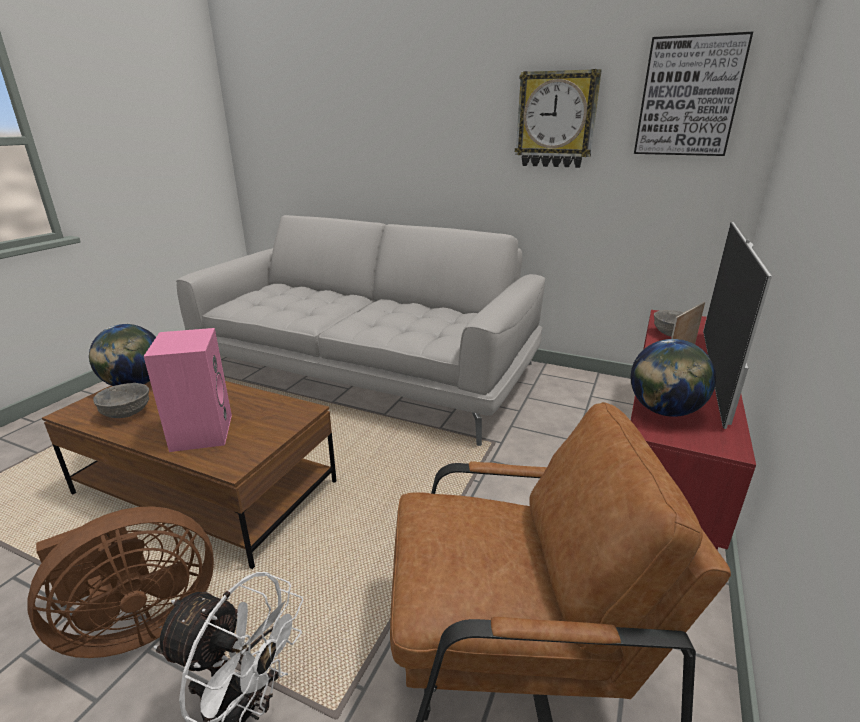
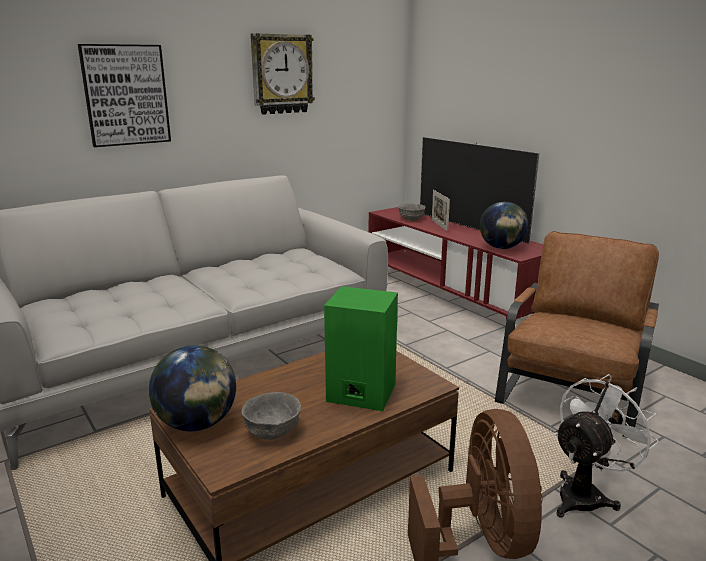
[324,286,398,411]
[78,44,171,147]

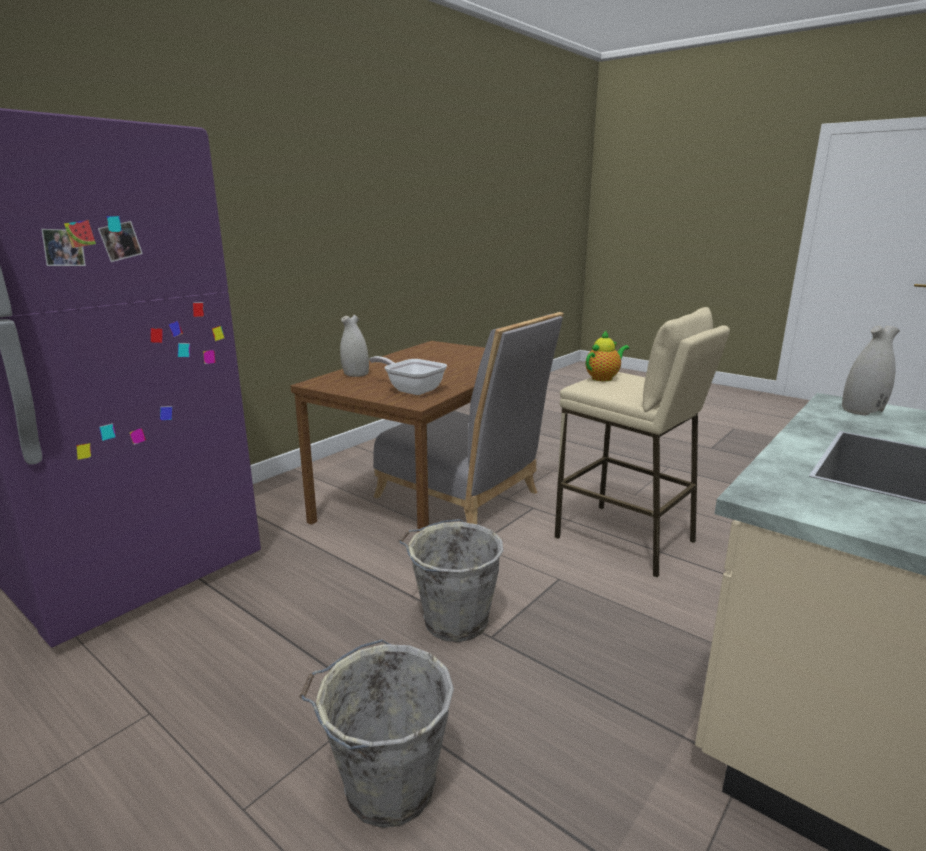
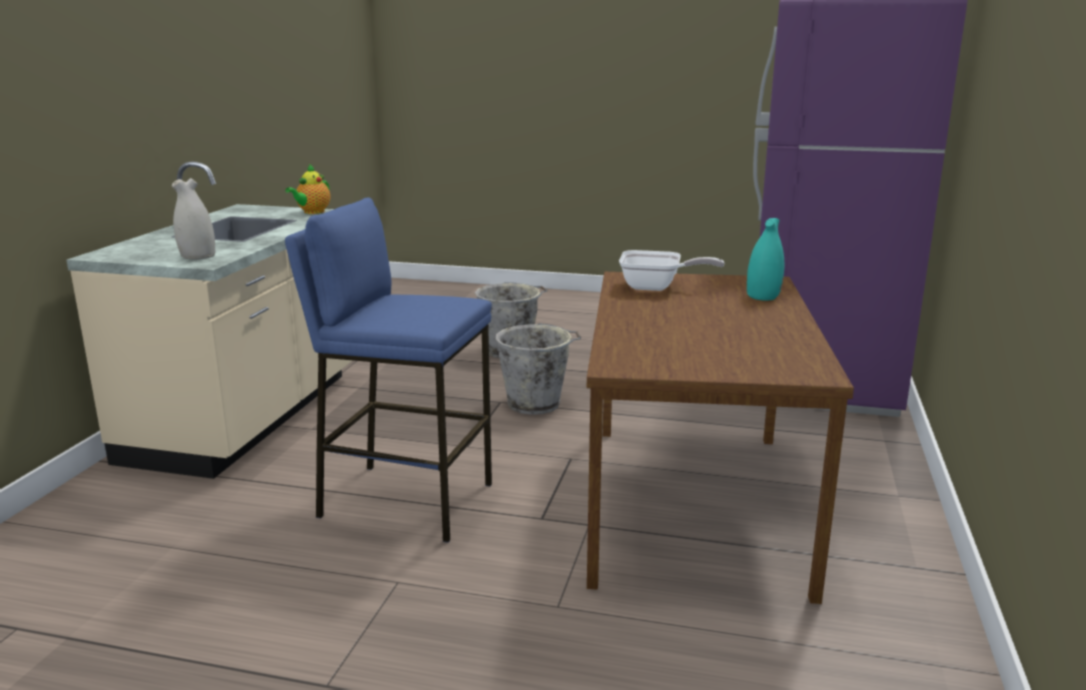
[747,218,784,301]
[373,312,564,524] (first image)
[285,197,492,543]
[285,164,330,214]

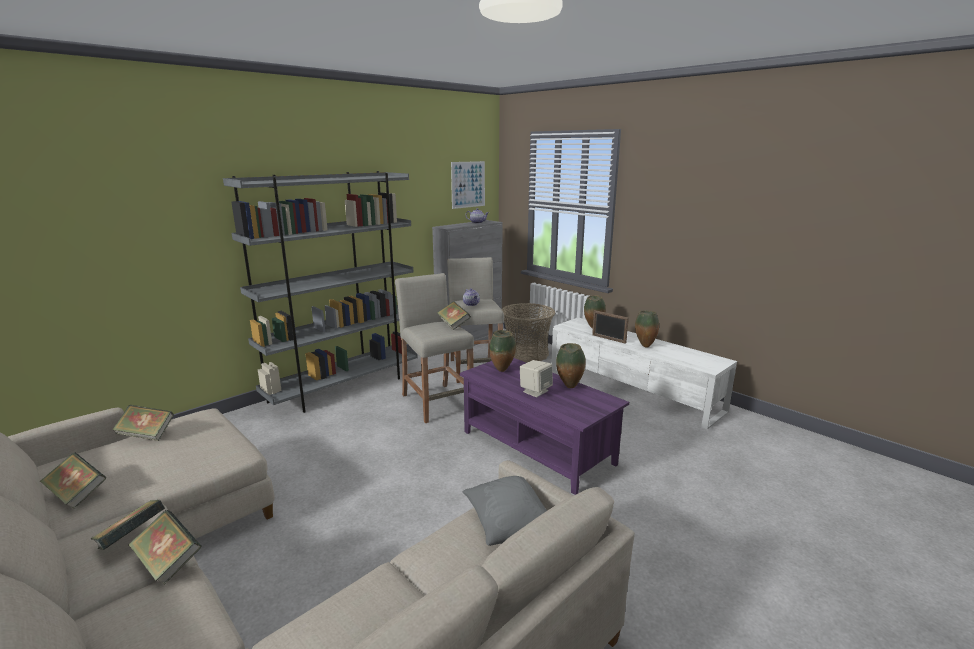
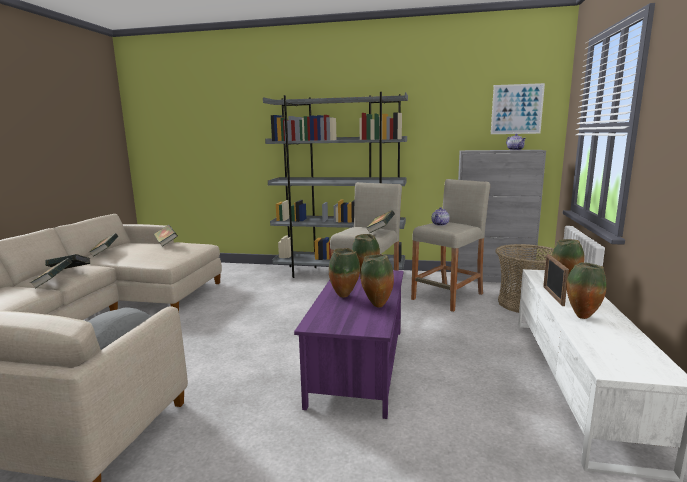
[329,248,360,298]

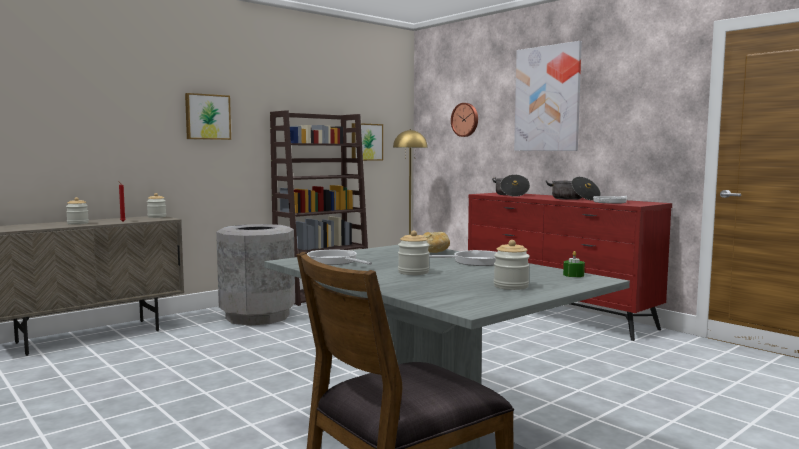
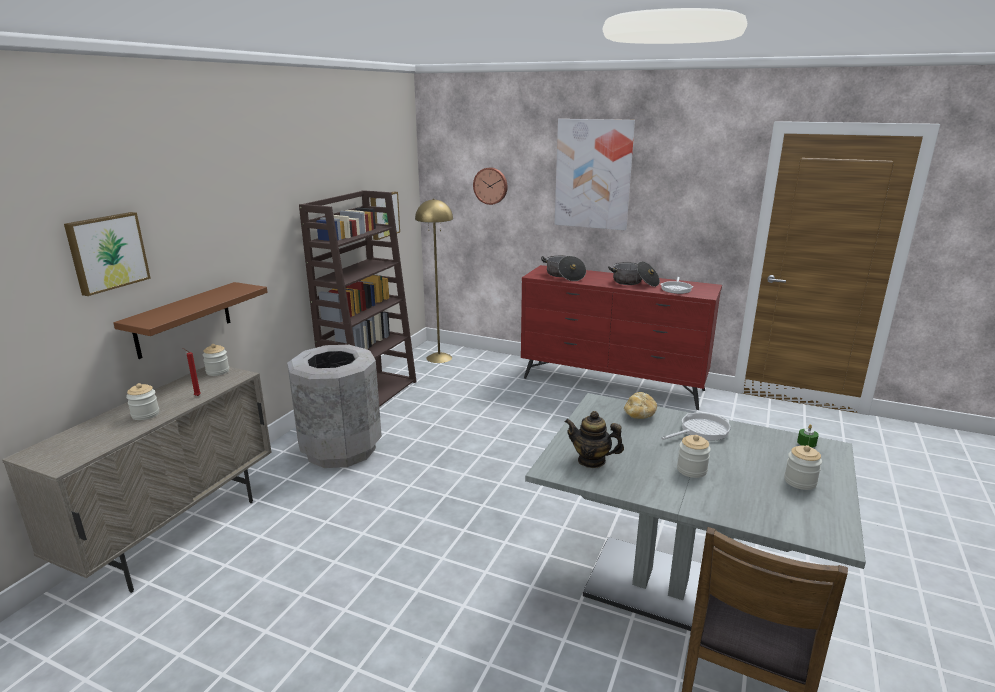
[64,212,151,296]
[565,411,624,468]
[113,282,268,359]

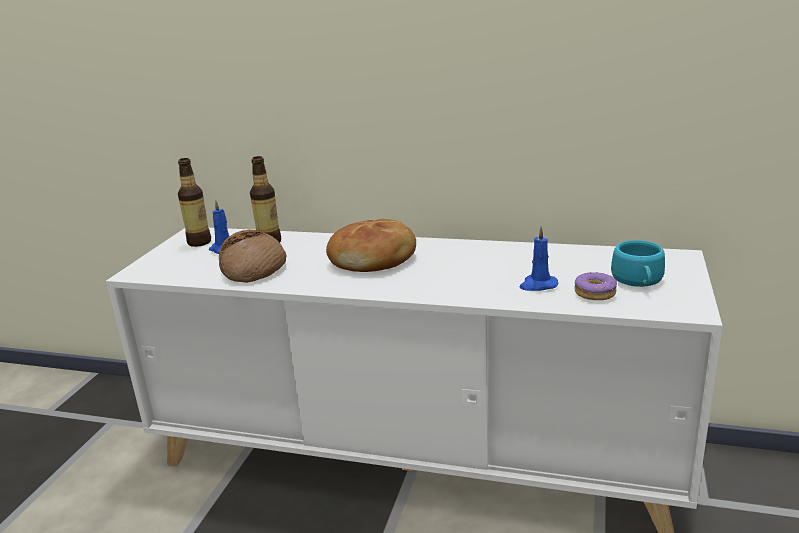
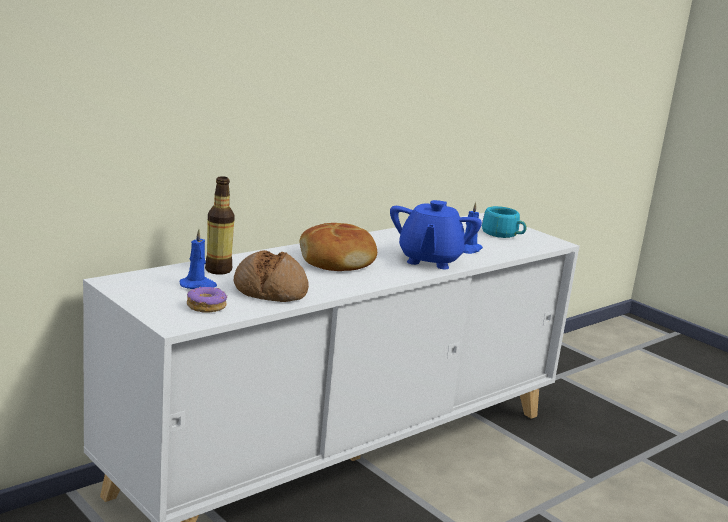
[178,158,211,247] (first image)
[187,286,227,312]
[390,200,482,269]

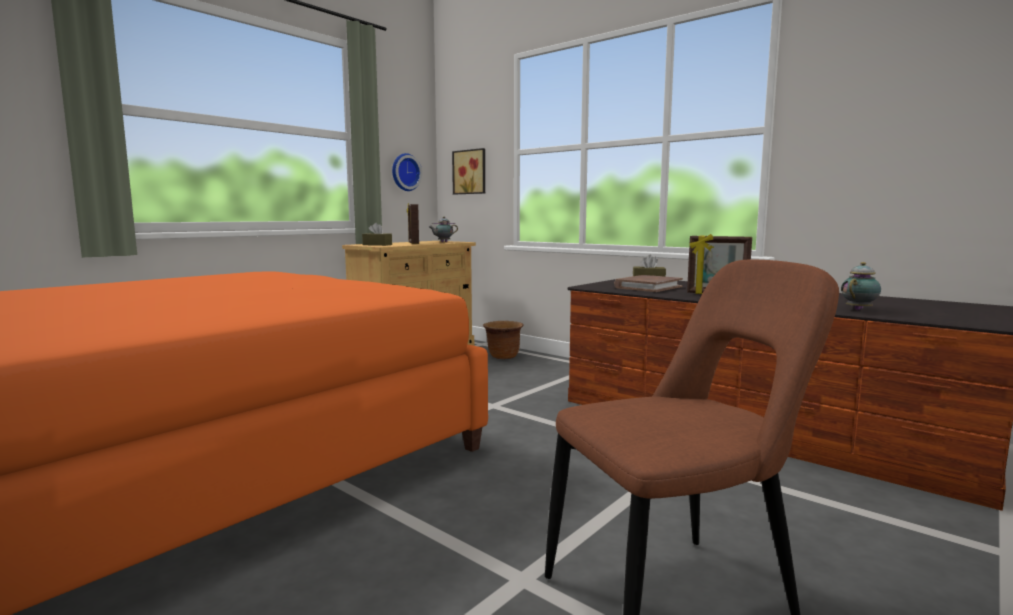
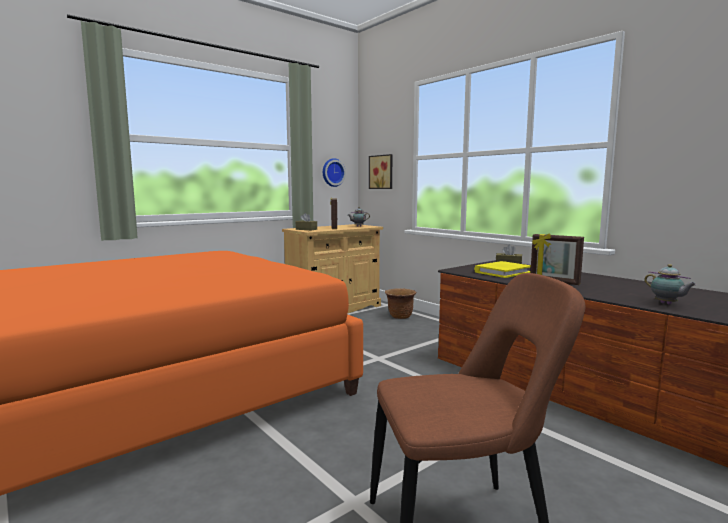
[474,261,531,278]
[644,264,697,305]

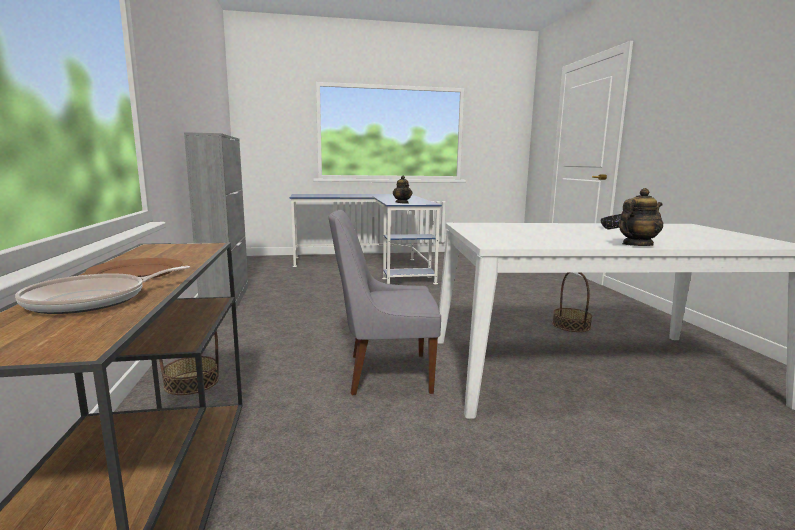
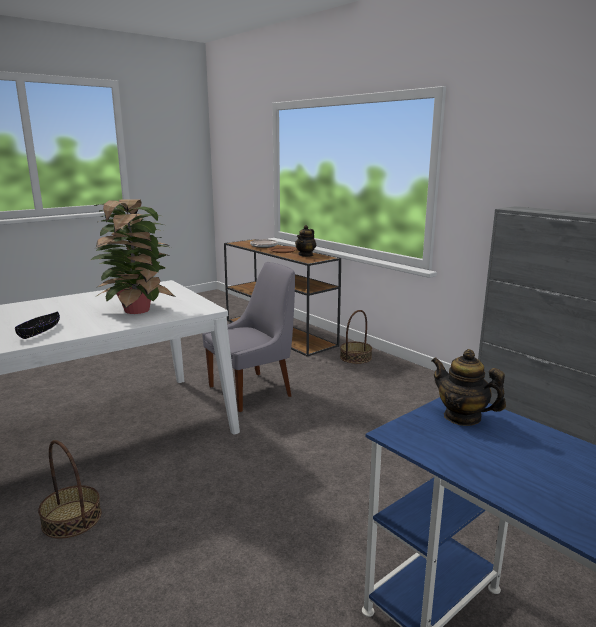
[295,225,316,257]
[91,200,175,314]

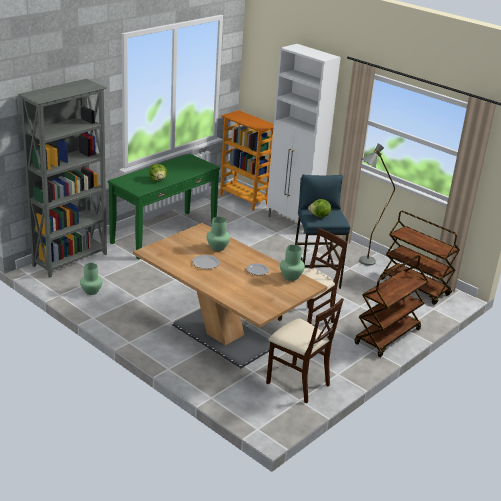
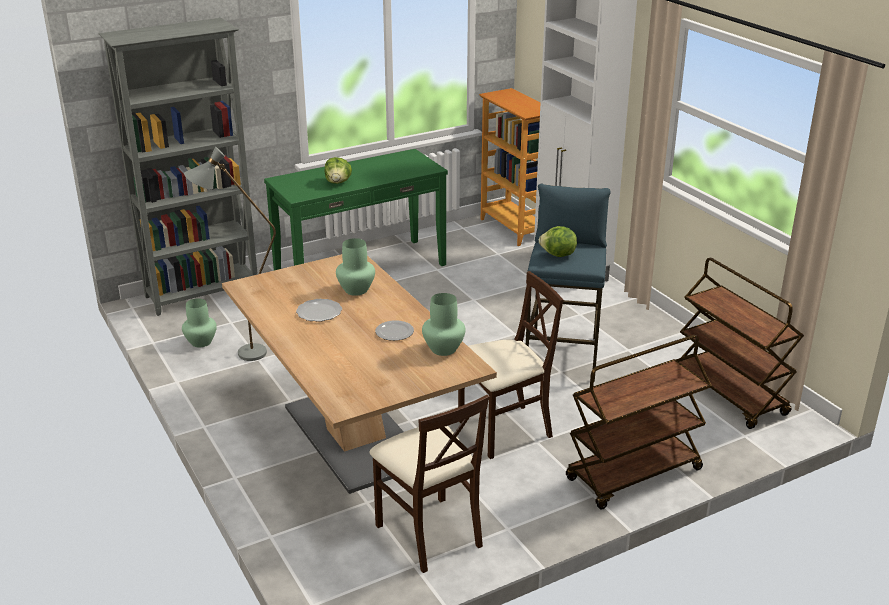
[184,147,276,361]

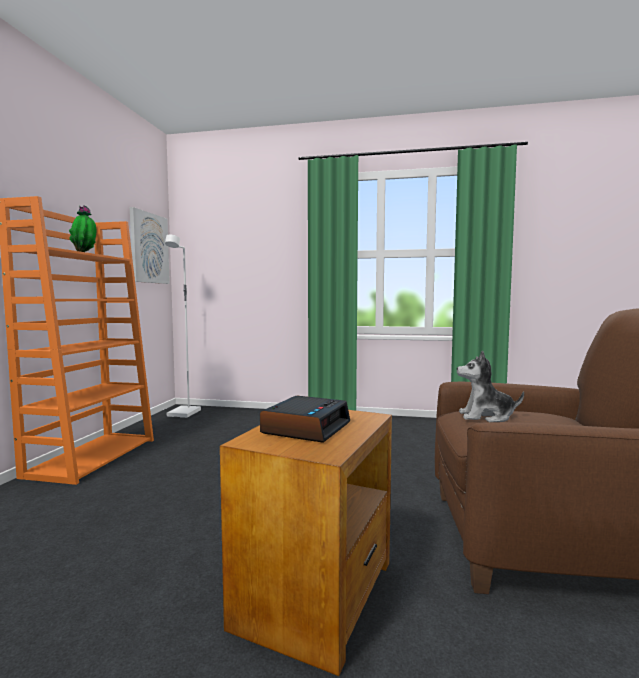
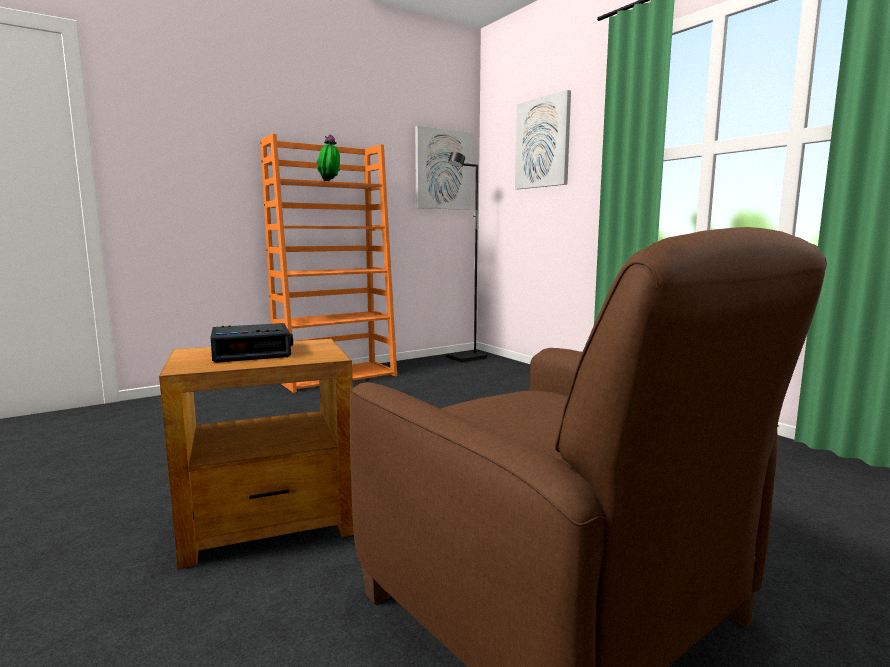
[447,152,487,363]
[457,351,524,422] (first image)
[515,90,571,189]

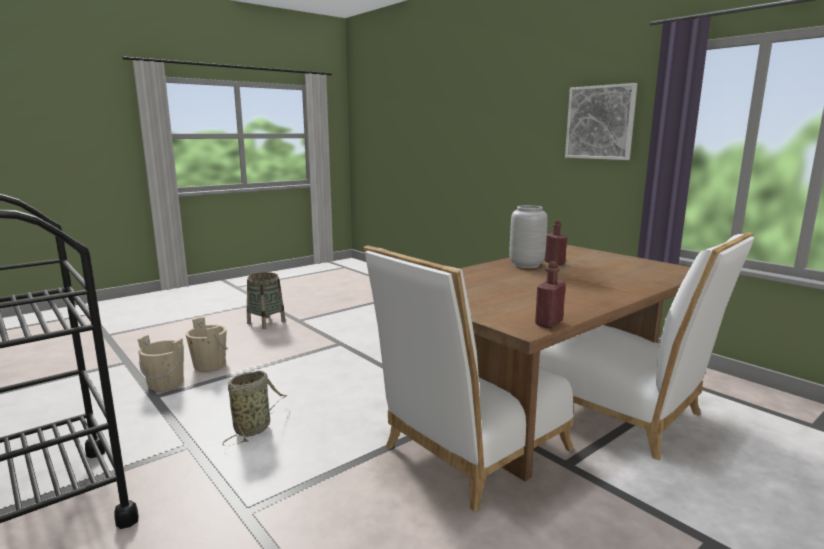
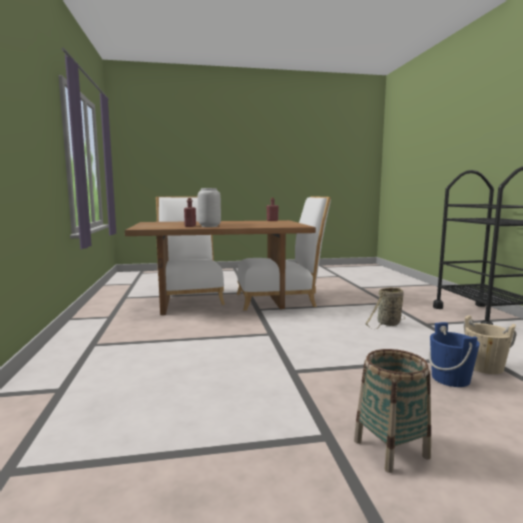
[429,322,480,387]
[565,83,637,160] (first image)

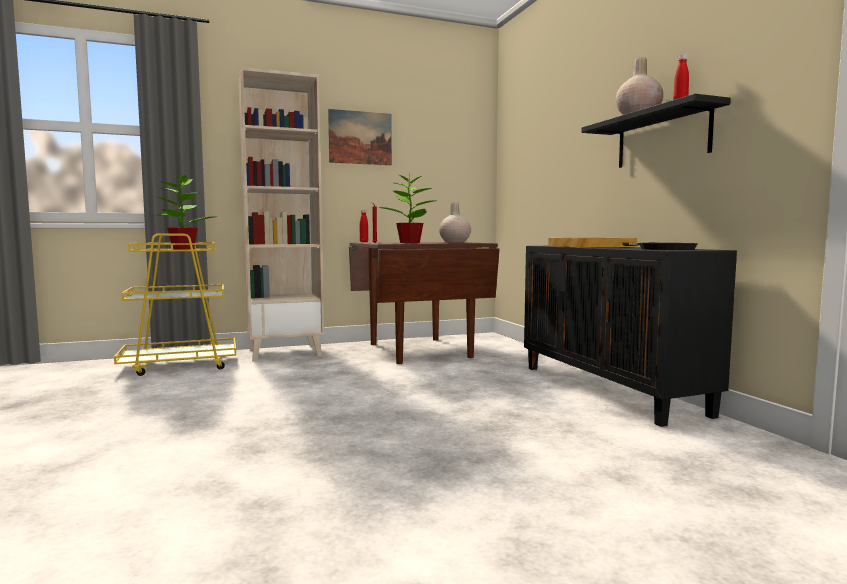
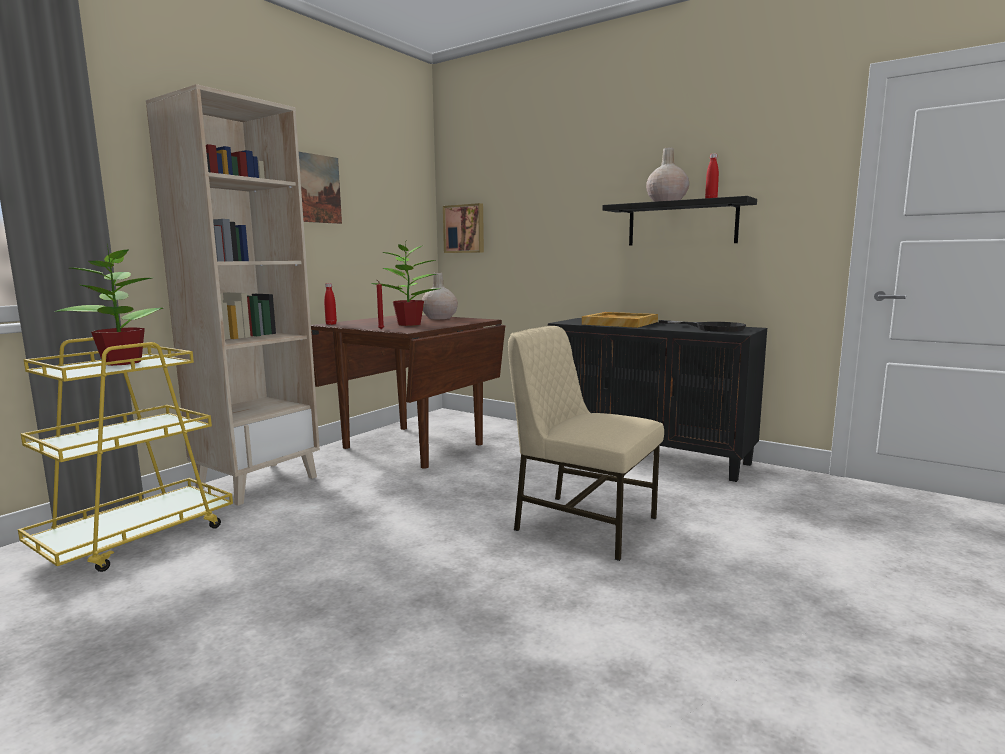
[443,203,484,253]
[508,326,664,561]

